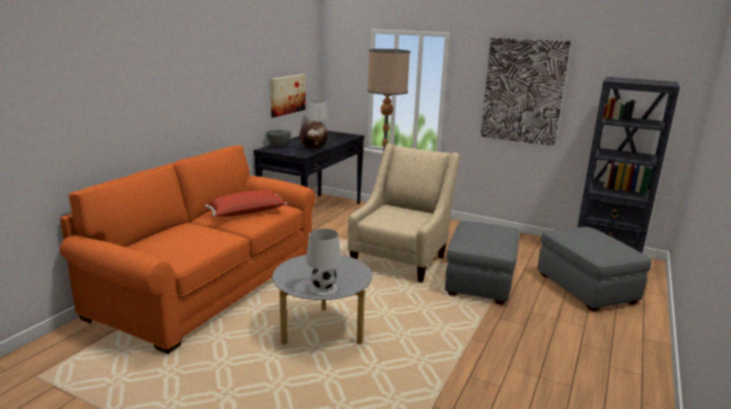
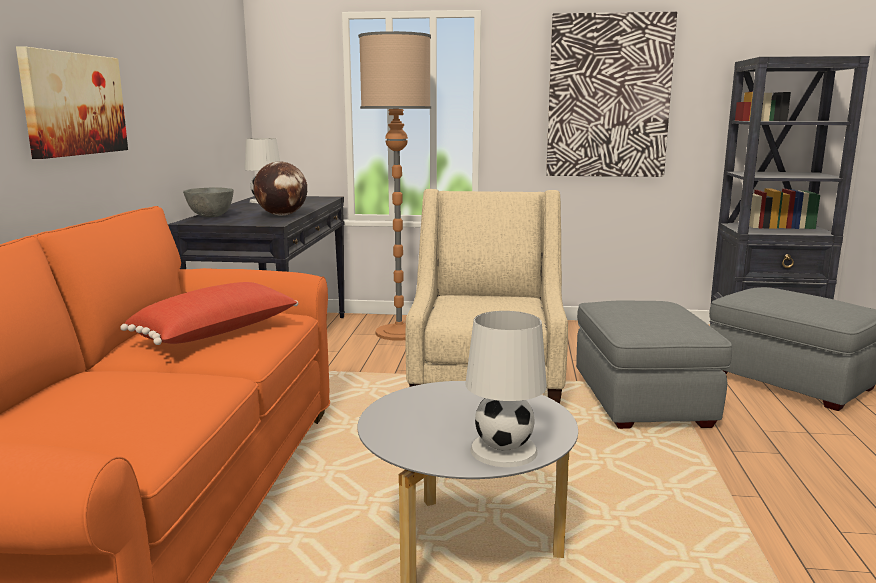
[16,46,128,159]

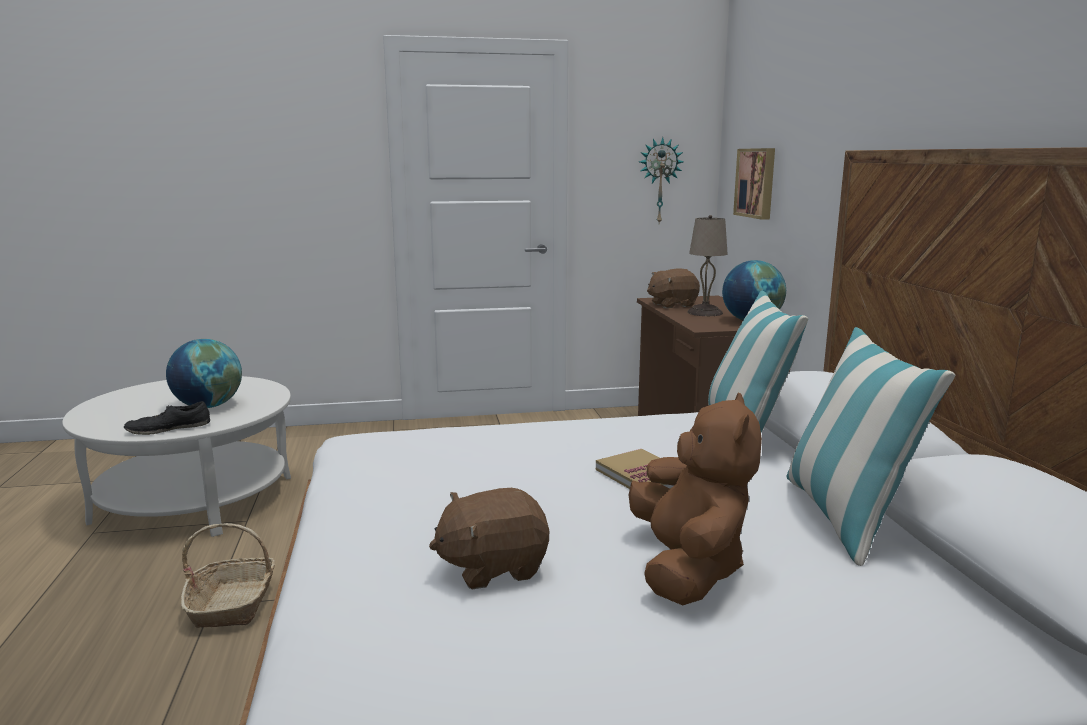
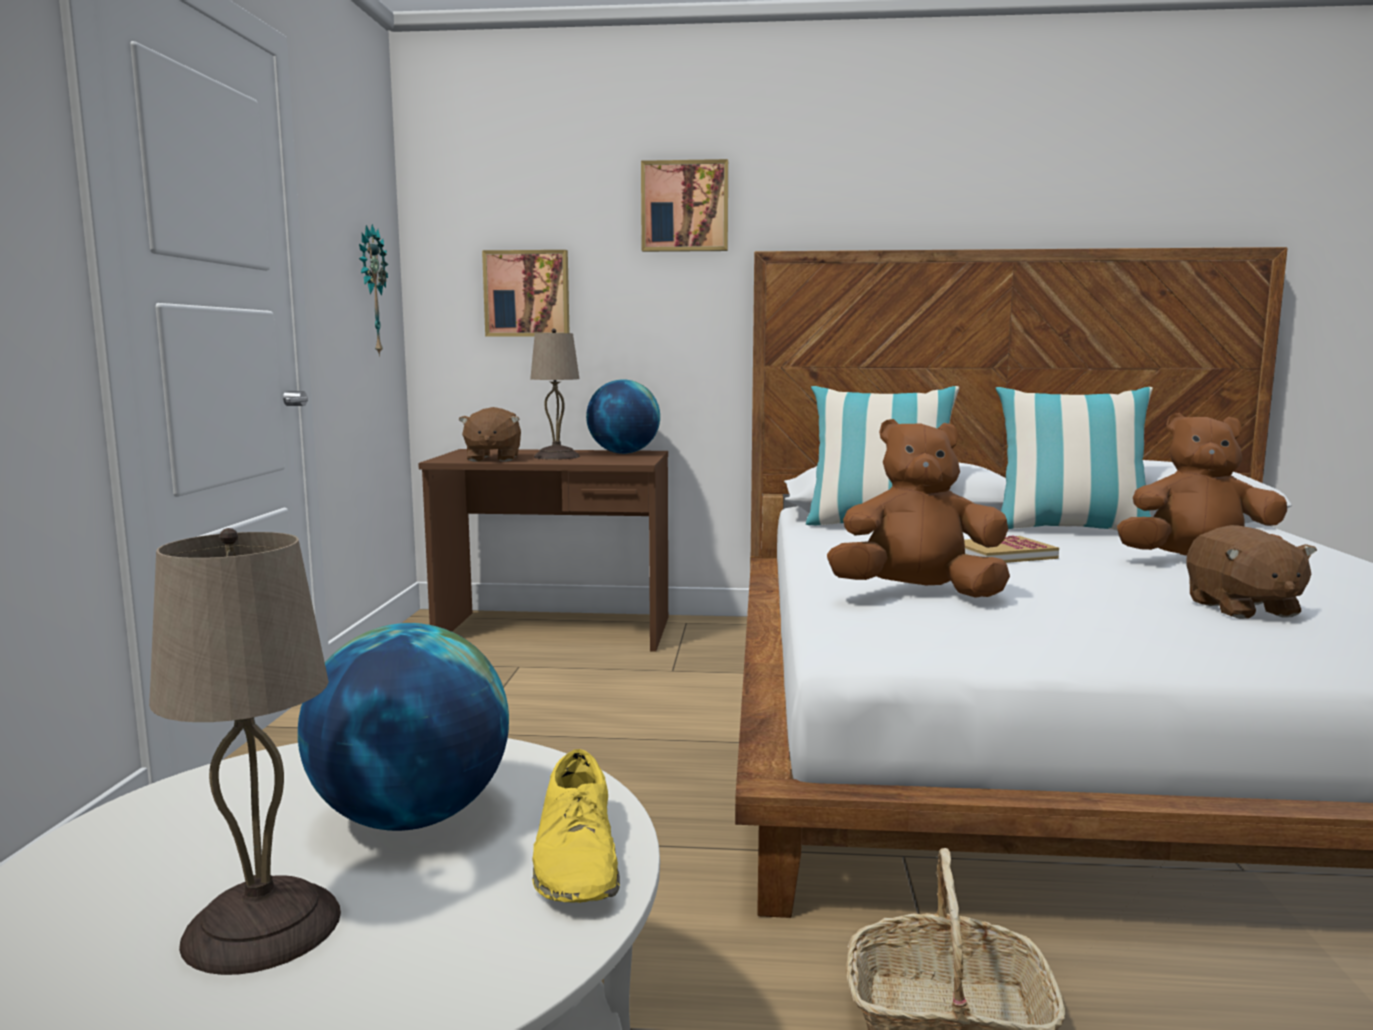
[532,749,620,903]
[149,528,341,975]
[641,159,728,252]
[827,419,1010,598]

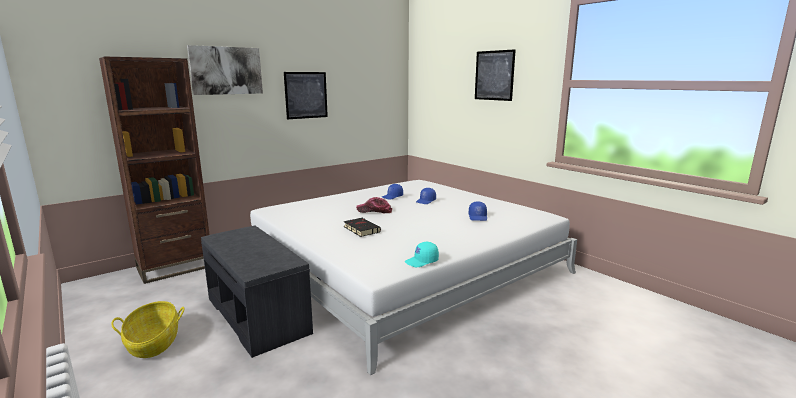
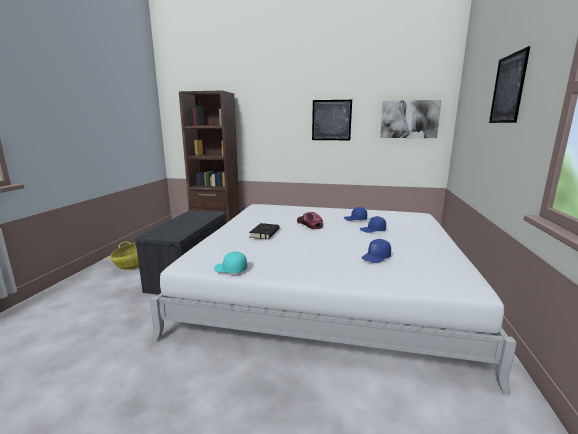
[380,100,441,138]

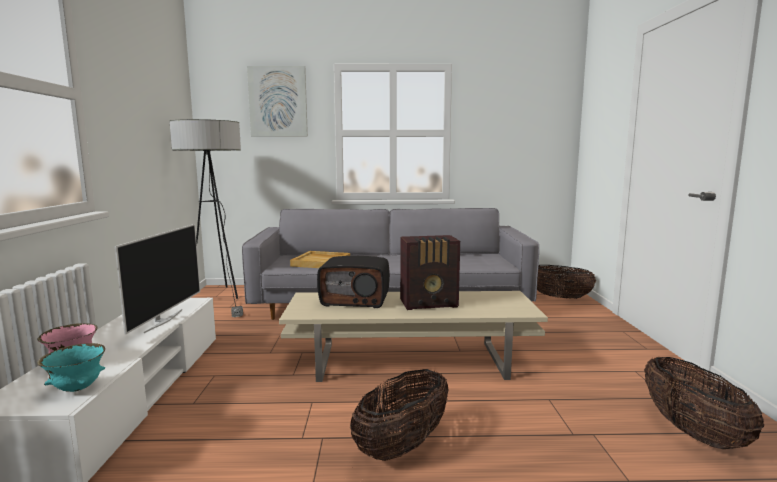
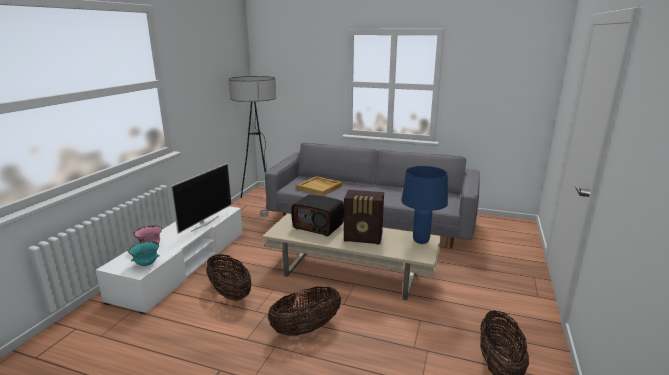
[247,66,308,137] (first image)
[206,254,252,301]
[401,166,448,244]

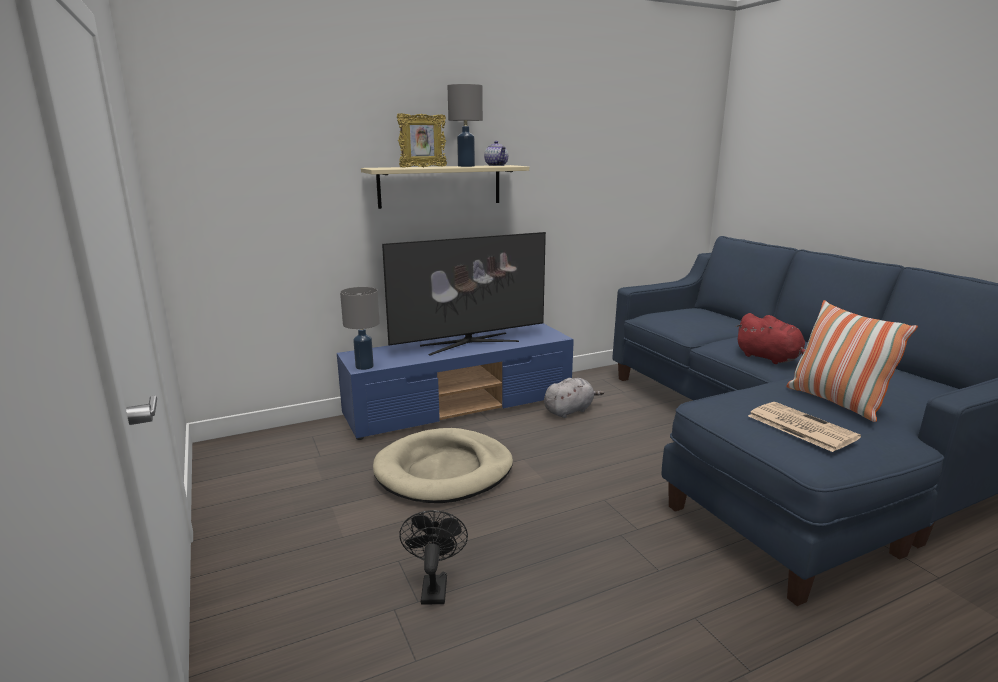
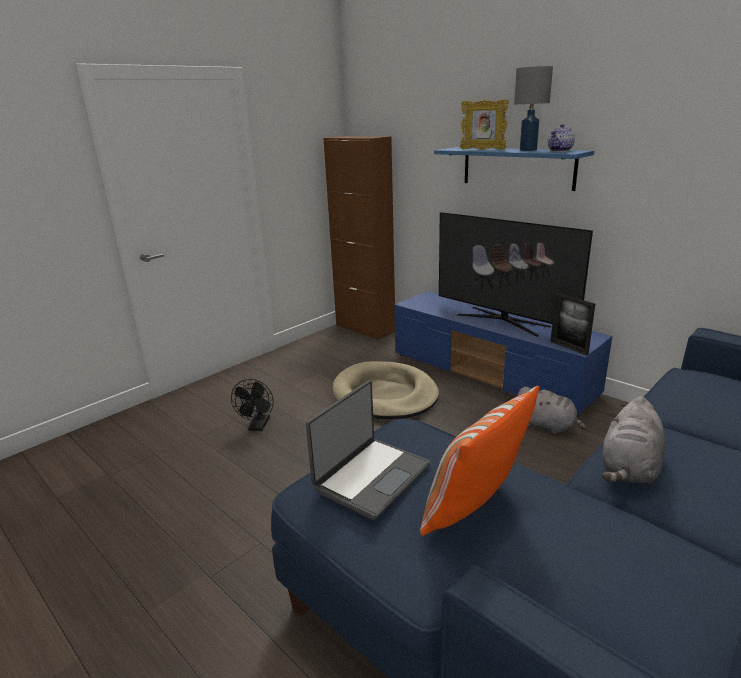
[340,287,380,370] (first image)
[434,147,594,191]
[231,379,274,431]
[602,396,665,484]
[306,380,430,520]
[323,136,395,340]
[551,293,595,355]

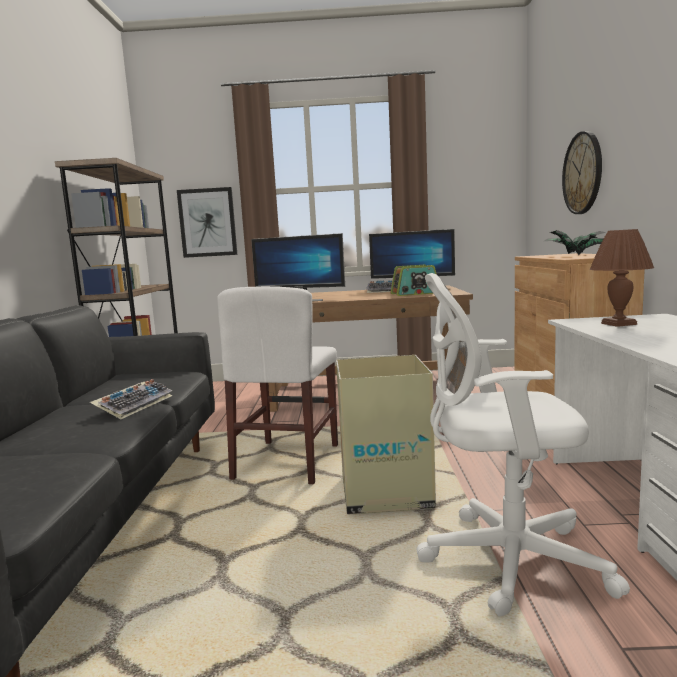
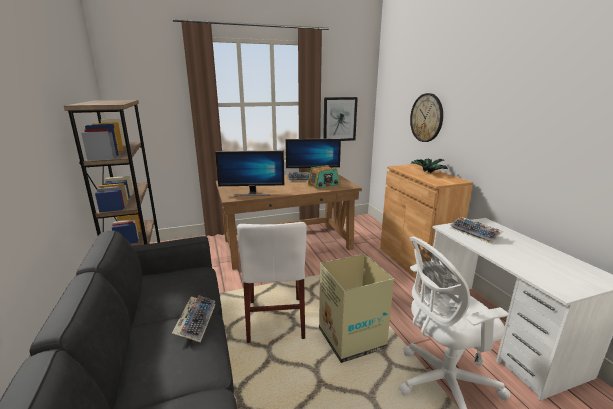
[323,97,358,141]
[451,217,503,244]

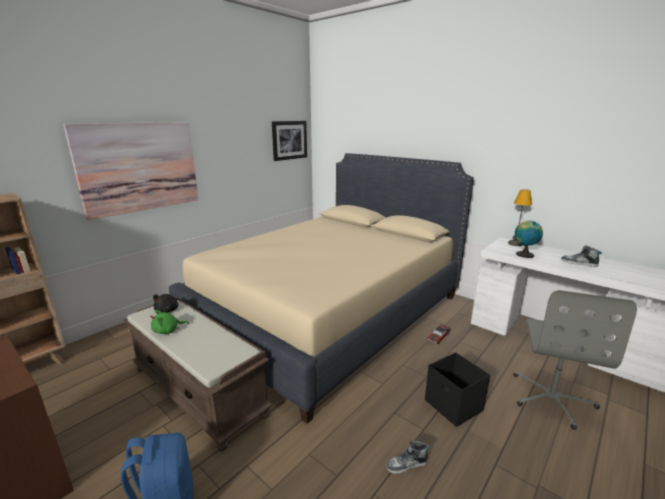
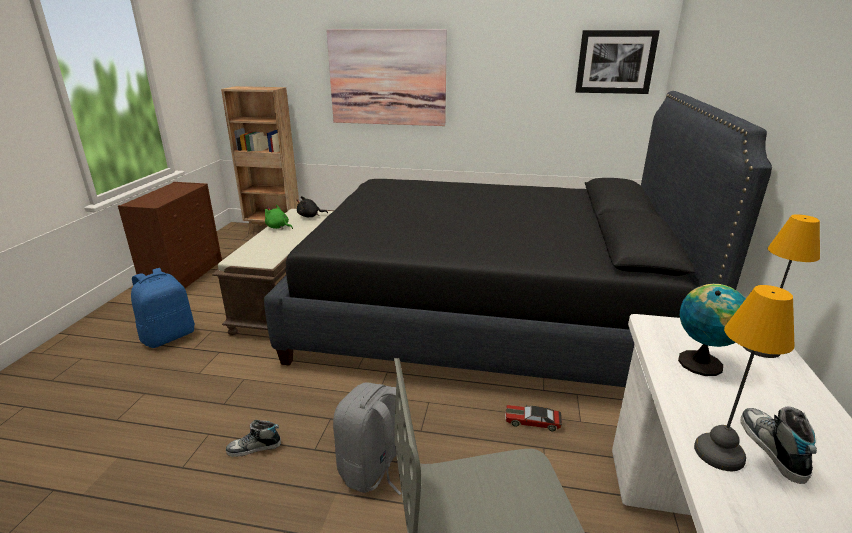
[264,91,772,387]
[226,420,281,457]
[333,382,402,495]
[694,285,794,471]

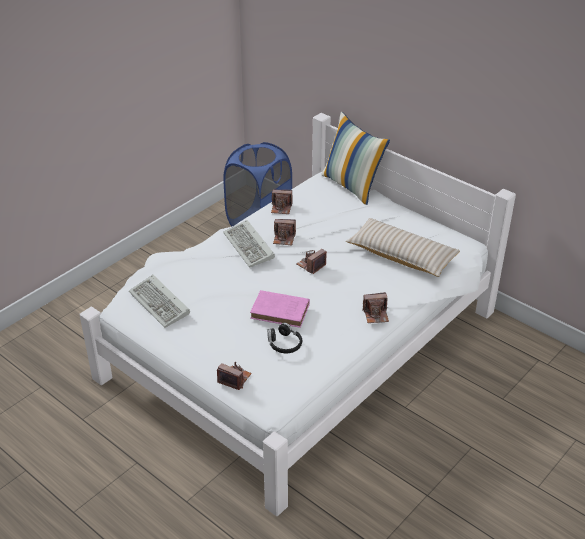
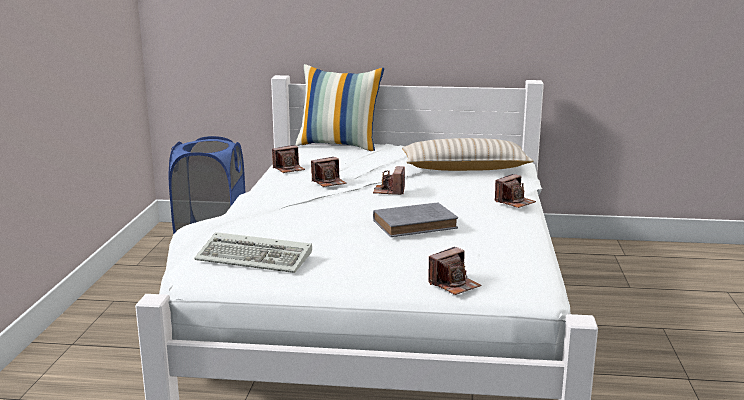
[428,247,481,295]
[223,220,275,268] (first image)
[373,202,458,237]
[267,322,302,353] (first image)

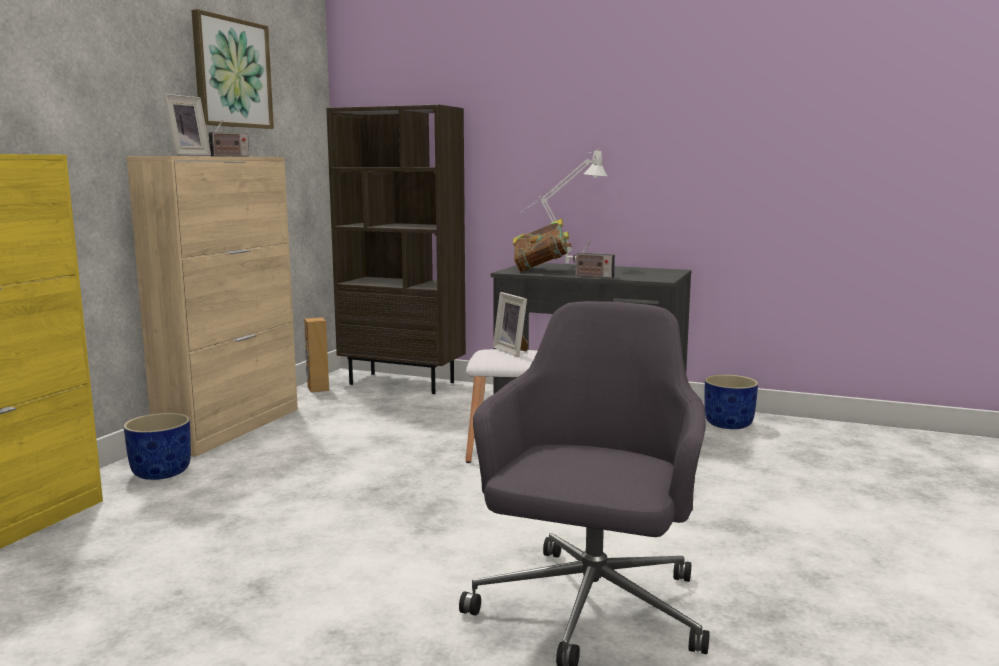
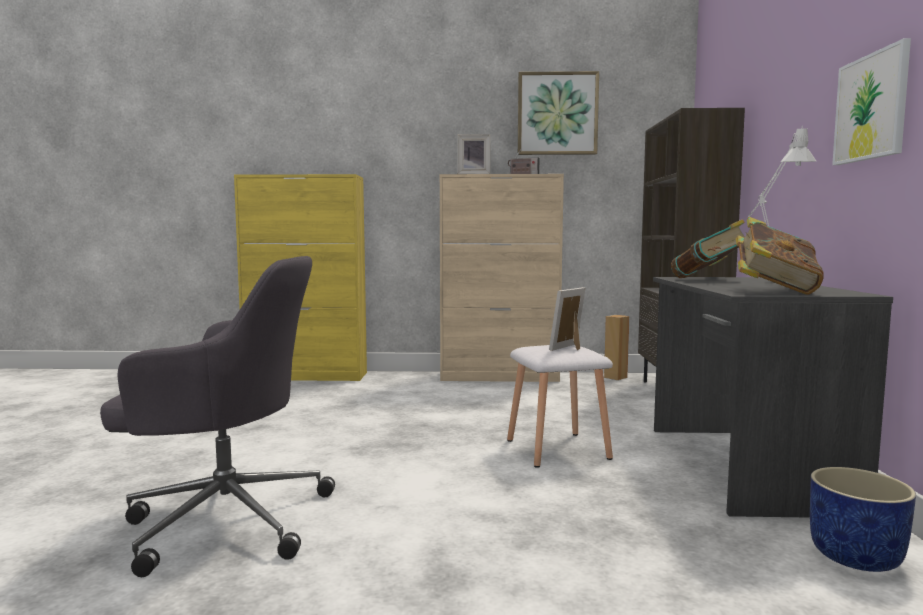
[124,413,191,480] (first image)
[573,241,615,278] (first image)
[736,217,824,295]
[832,38,911,165]

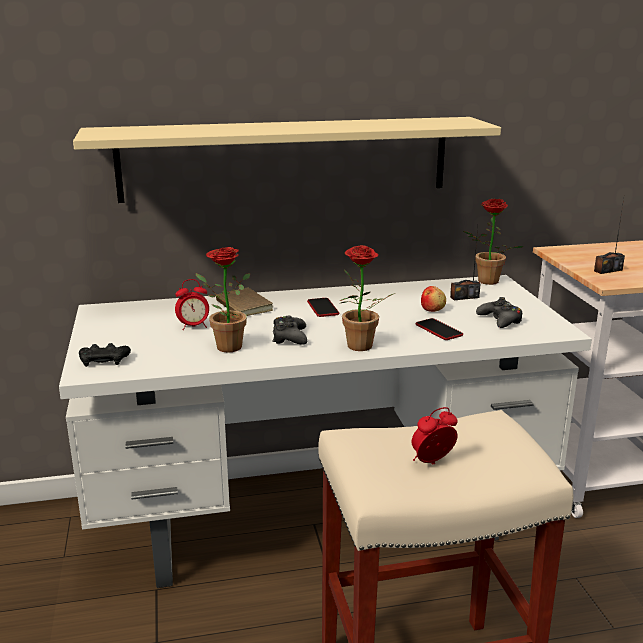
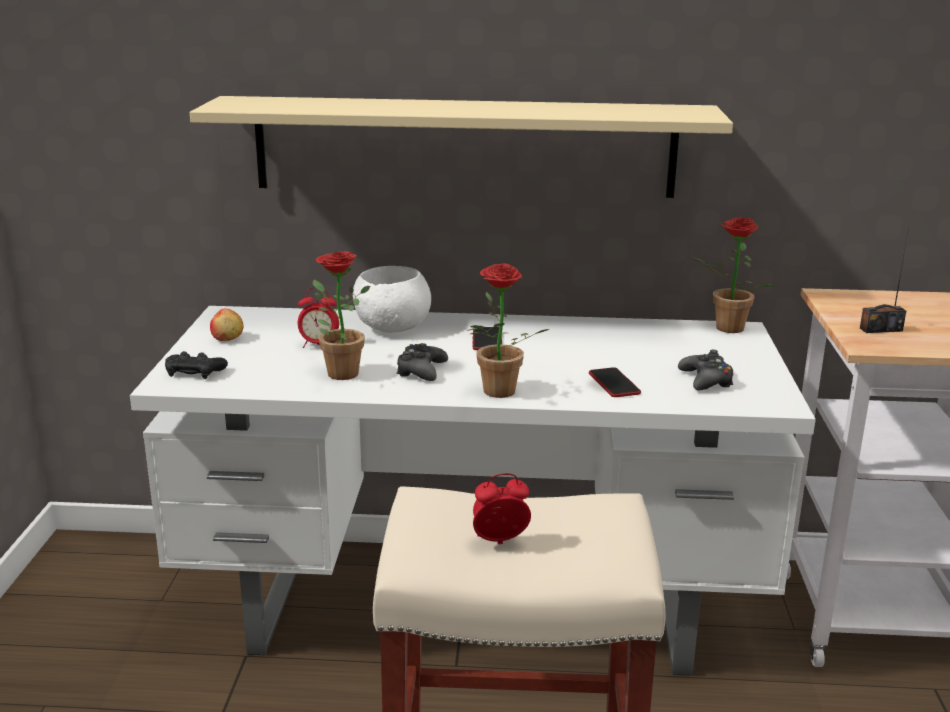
[353,266,431,333]
[210,308,244,341]
[450,228,481,300] (first image)

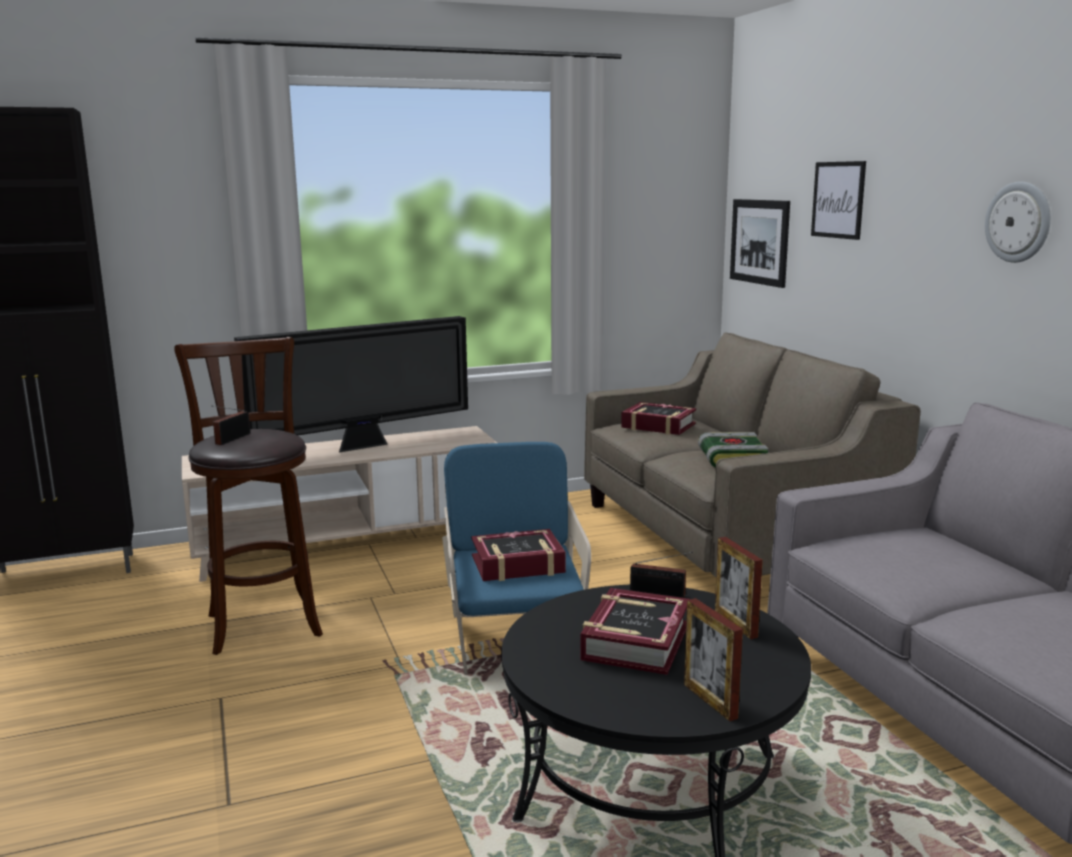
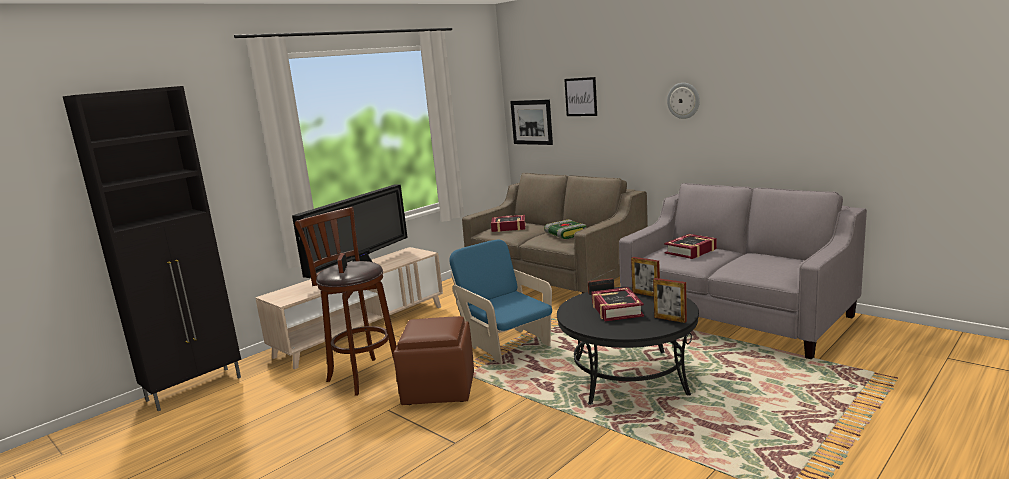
[664,234,717,259]
[393,316,474,405]

